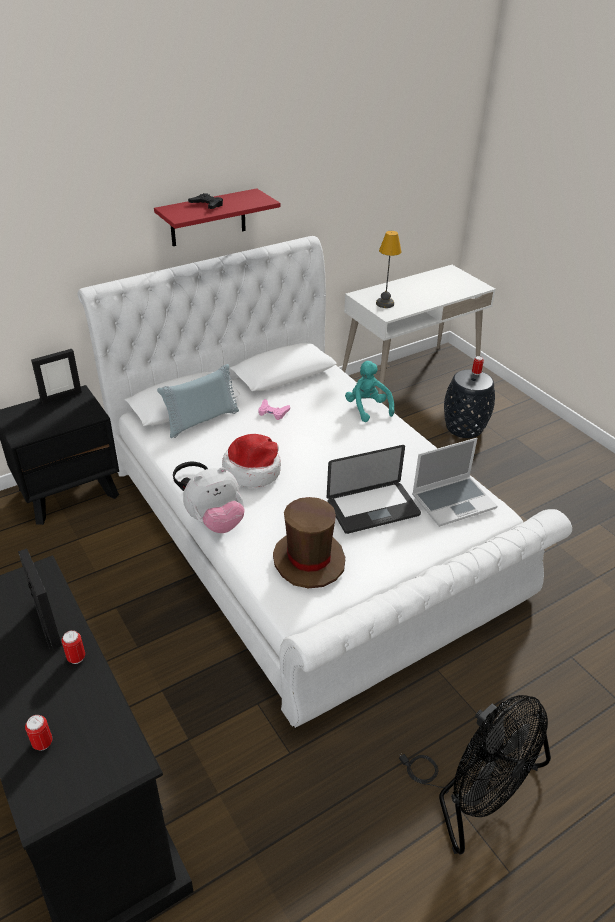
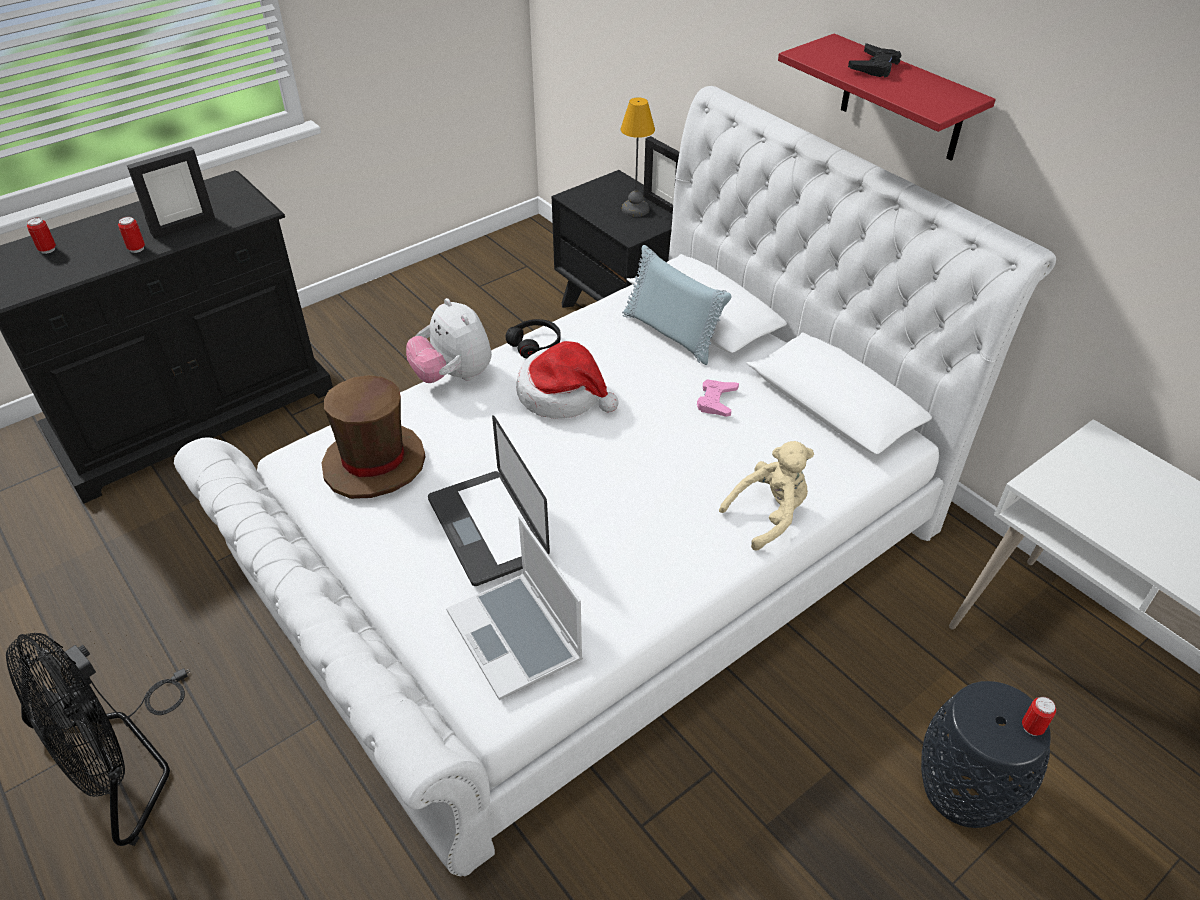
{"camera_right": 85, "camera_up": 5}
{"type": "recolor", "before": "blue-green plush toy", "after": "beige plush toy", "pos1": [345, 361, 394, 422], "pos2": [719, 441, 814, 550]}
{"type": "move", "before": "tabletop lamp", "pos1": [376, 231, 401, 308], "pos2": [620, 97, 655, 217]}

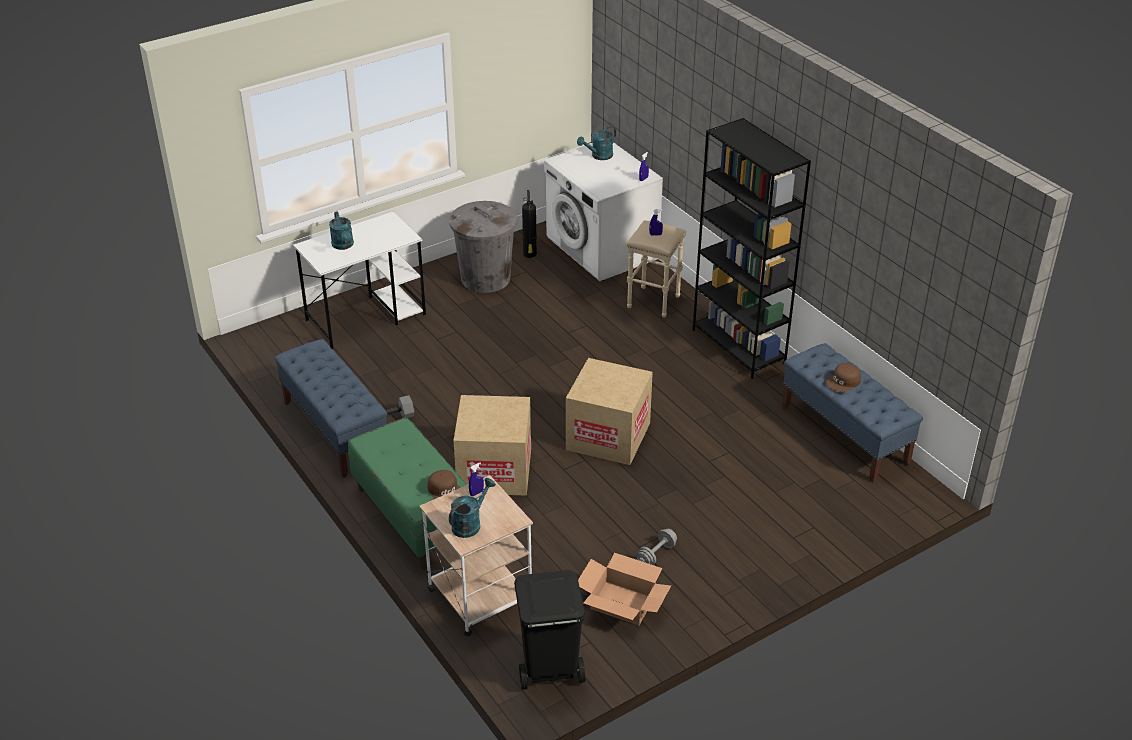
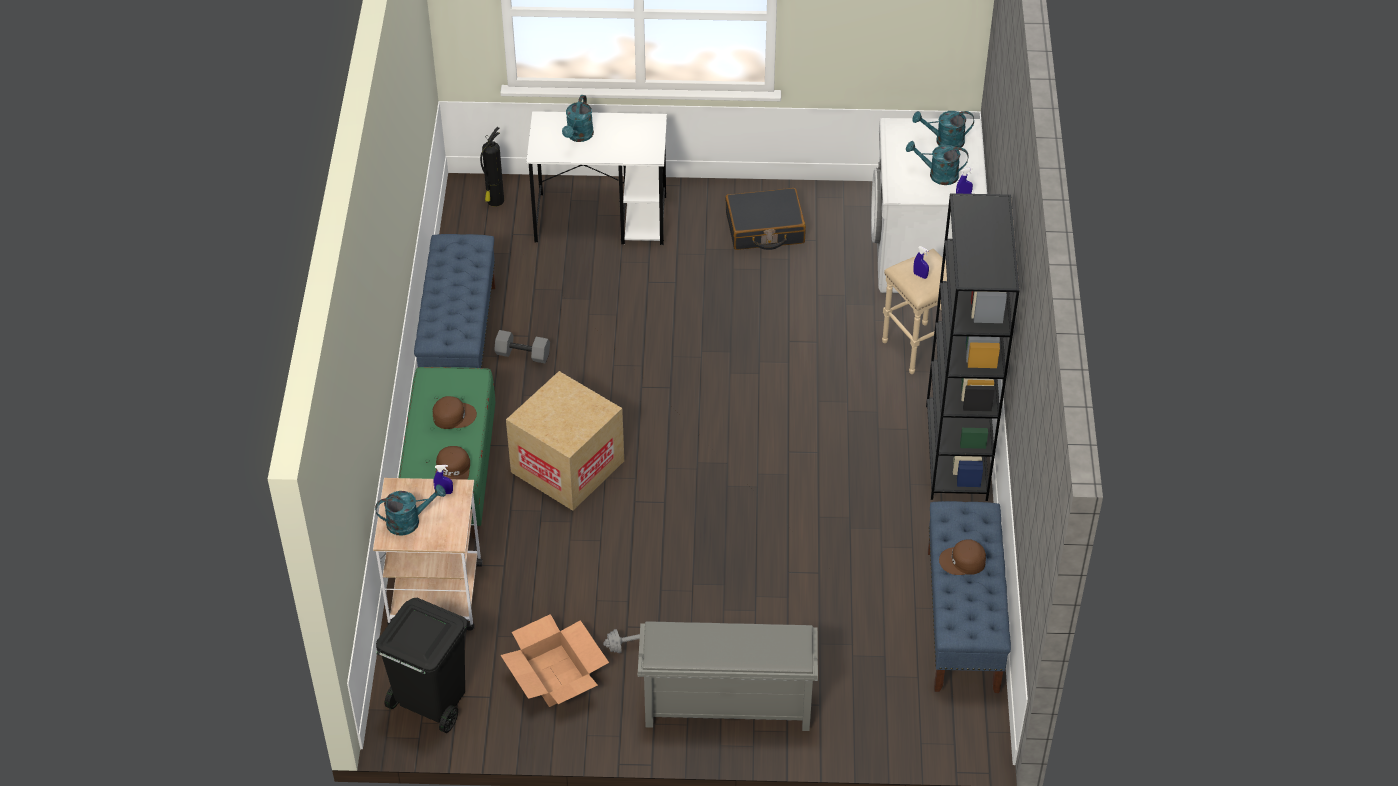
{"camera_right": 35, "camera_up": 10}
{"type": "replace", "before": "greyish trash can", "after": "blackish piece of luggage", "pos1": [449, 201, 517, 293], "pos2": [725, 188, 806, 250]}
{"type": "move", "before": "fire-fighting cylinder", "pos1": [522, 190, 537, 258], "pos2": [480, 127, 504, 207]}
{"type": "delete", "before": "cardboard box", "pos1": [566, 358, 653, 465]}
{"type": "insert", "after": "brownish peaked cap", "pos2": [433, 396, 477, 429]}
{"type": "insert", "after": "greyish shoe stand", "pos2": [638, 621, 818, 731]}
{"type": "insert", "after": "blue-green sprinkling can", "pos2": [906, 141, 968, 185]}

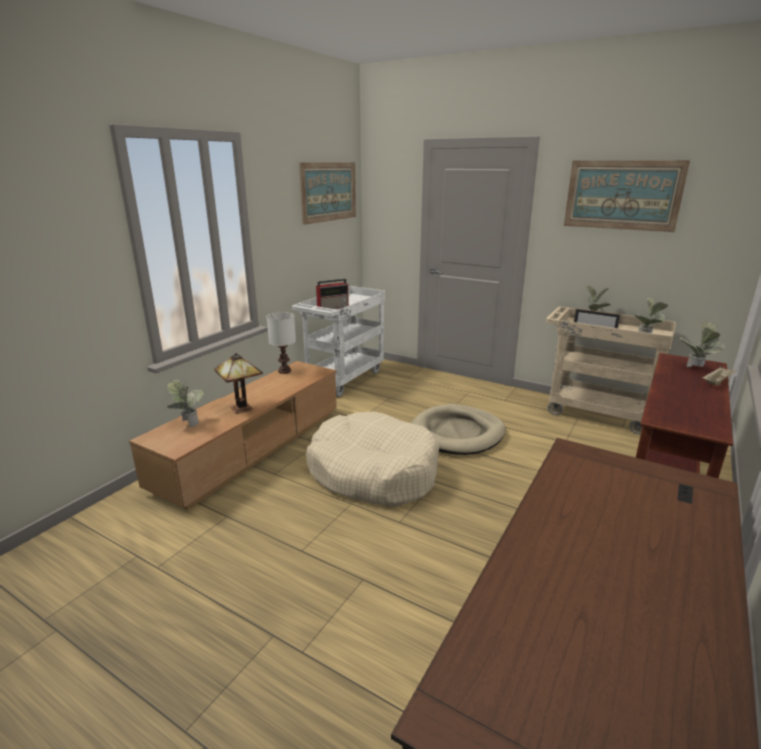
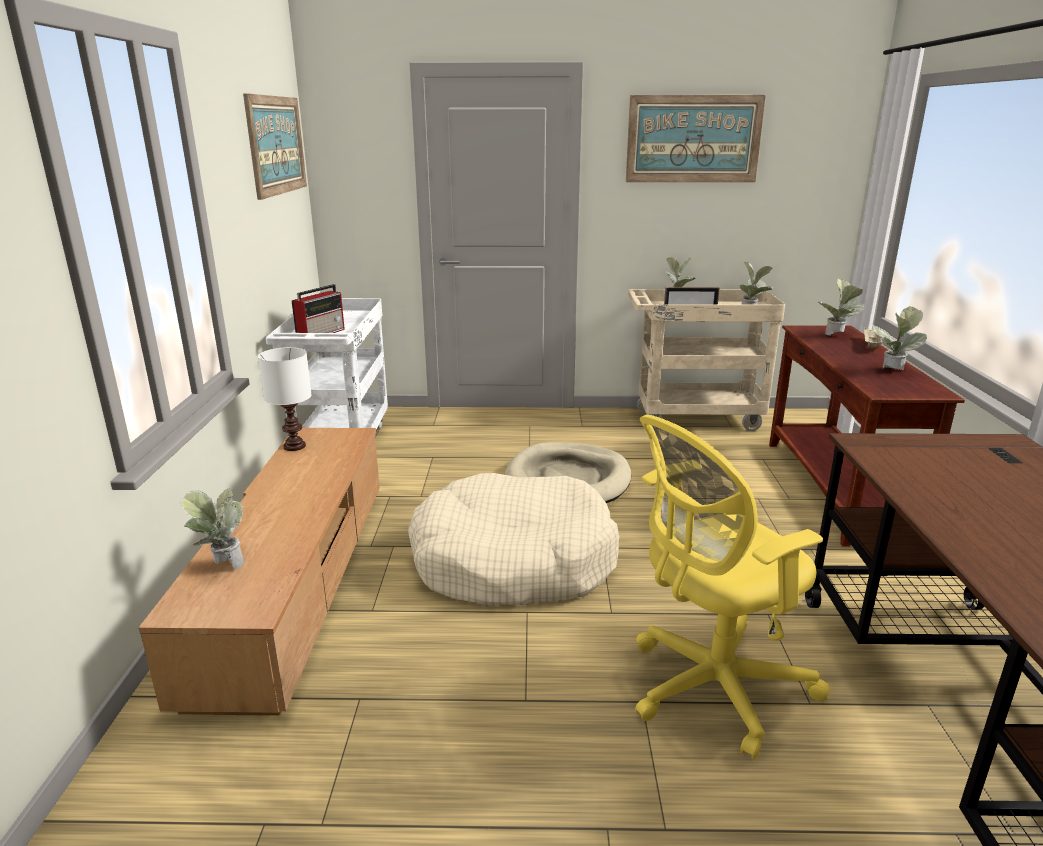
{"camera_right": -30, "camera_up": 0}
{"type": "delete", "before": "tabletop lamp", "pos1": [214, 353, 263, 414]}
{"type": "insert", "after": "yellow-coloured office chair", "pos2": [635, 415, 830, 759]}
{"type": "insert", "after": "houseplant", "pos2": [872, 307, 927, 370]}

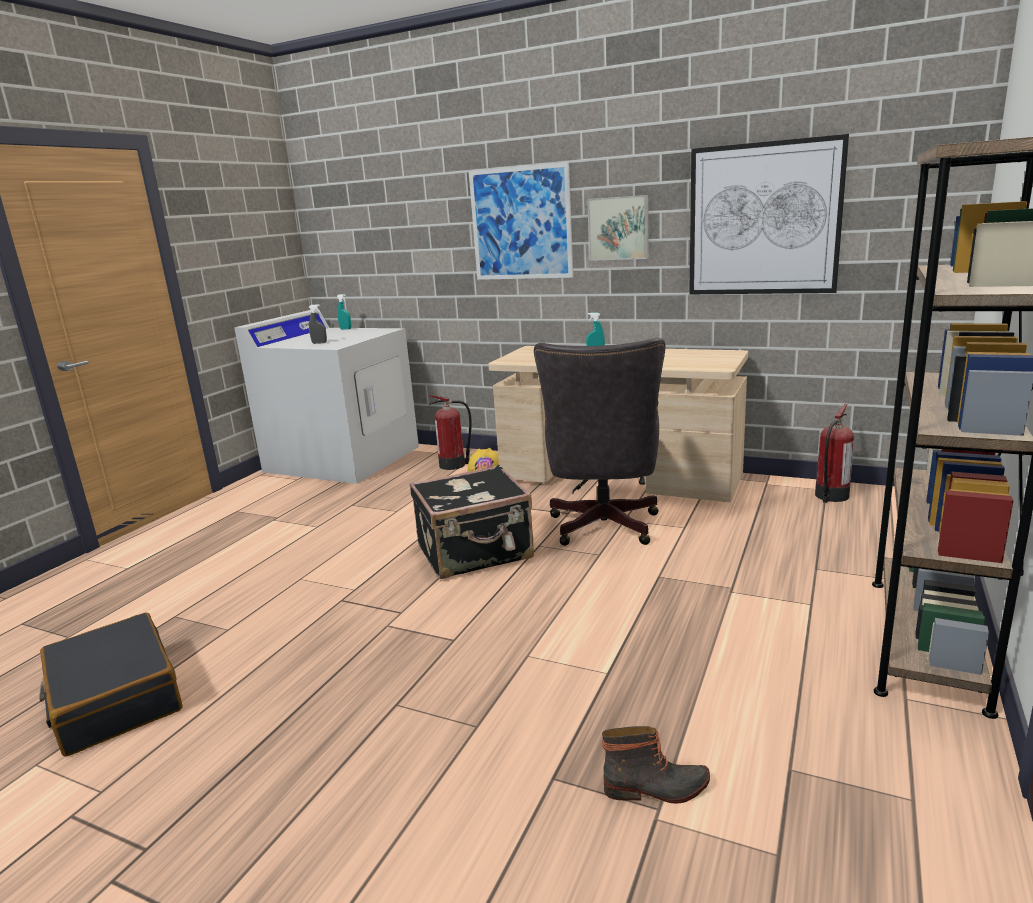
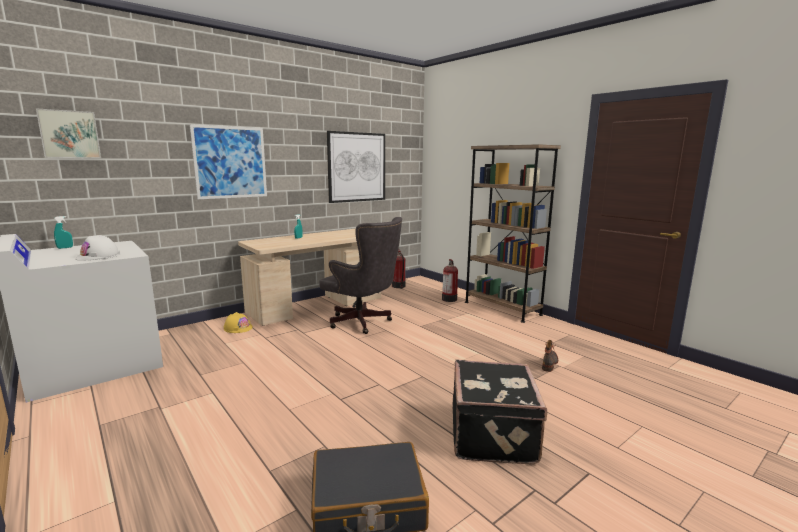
{"camera_right": -65, "camera_up": -5}
{"type": "replace", "before": "greyish sprayer", "after": "whitish hard hat", "pos1": [309, 304, 327, 344], "pos2": [75, 235, 120, 261]}
{"type": "move", "before": "blackish piece of luggage", "pos1": [409, 465, 534, 579], "pos2": [453, 360, 547, 465]}
{"type": "move", "before": "fire-fighting cylinder", "pos1": [429, 395, 472, 470], "pos2": [442, 259, 458, 302]}
{"type": "move", "before": "wall picture", "pos1": [587, 195, 649, 261], "pos2": [36, 108, 101, 158]}

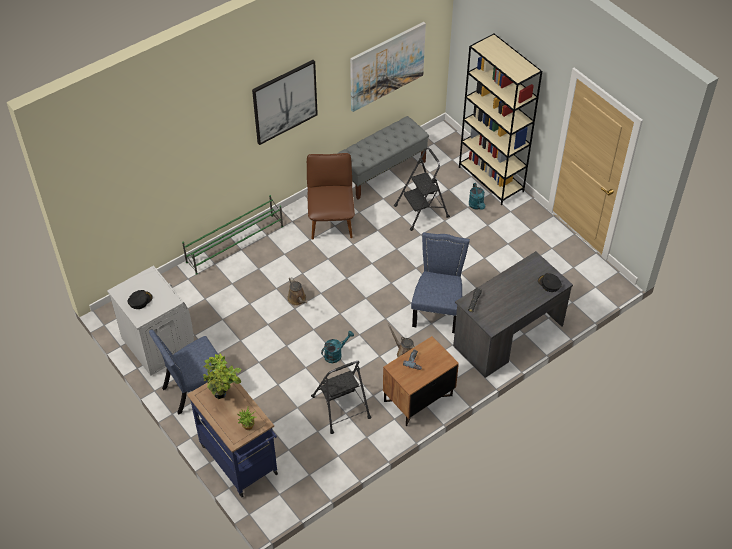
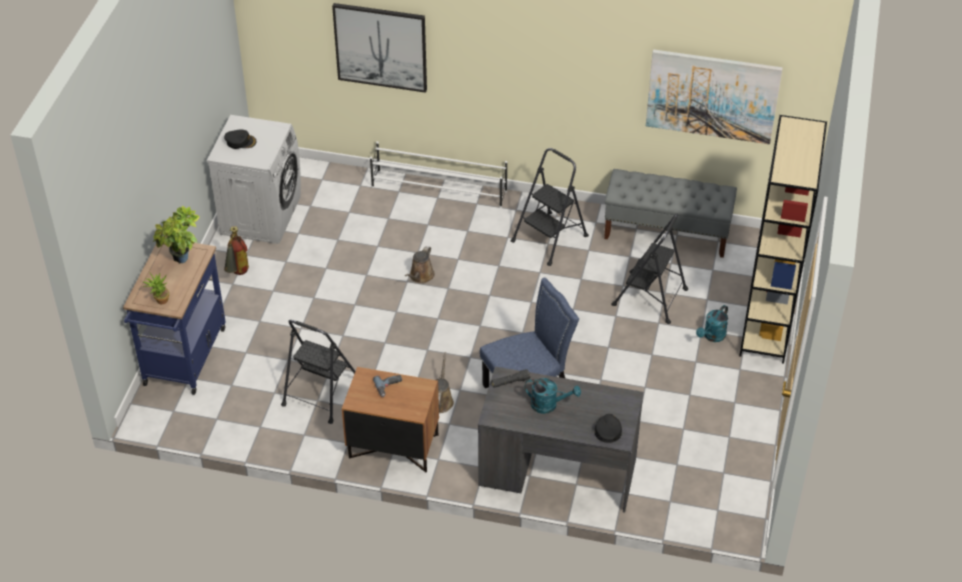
{"camera_right": 50, "camera_up": -5}
{"type": "replace", "before": "bluish plain chair", "after": "fire-fighting cylinder", "pos1": [149, 330, 227, 415], "pos2": [224, 226, 249, 275]}
{"type": "recolor", "before": "green-coloured shoe stand", "after": "whitish shoe stand", "pos1": [182, 195, 283, 275], "pos2": [370, 141, 507, 208]}
{"type": "move", "before": "wall picture", "pos1": [252, 60, 318, 145], "pos2": [332, 3, 427, 93]}
{"type": "replace", "before": "brownish plain chair", "after": "blackish stepladder", "pos1": [307, 153, 355, 240], "pos2": [511, 148, 589, 266]}
{"type": "move", "before": "blue-green sprinkling can", "pos1": [321, 331, 354, 363], "pos2": [524, 378, 581, 414]}

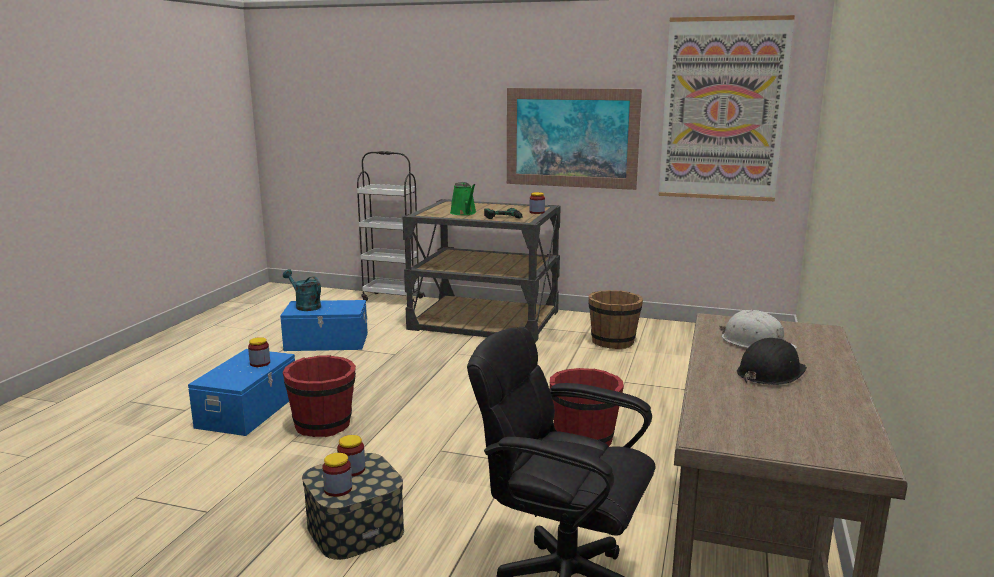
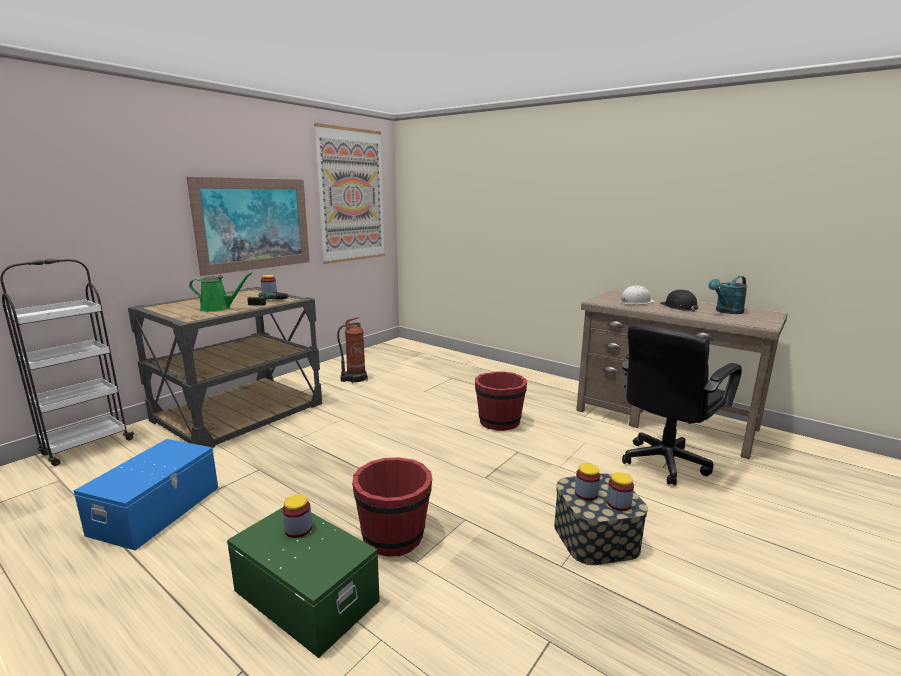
{"camera_right": -70, "camera_up": 0}
{"type": "recolor", "before": "bluish storage box", "after": "green-coloured storage box", "pos1": [188, 349, 295, 436], "pos2": [227, 507, 380, 658]}
{"type": "move", "before": "blue-green sprinkling can", "pos1": [283, 269, 321, 311], "pos2": [708, 276, 747, 314]}
{"type": "replace", "before": "brownish pail", "after": "fire-fighting cylinder", "pos1": [588, 290, 643, 349], "pos2": [337, 317, 368, 383]}

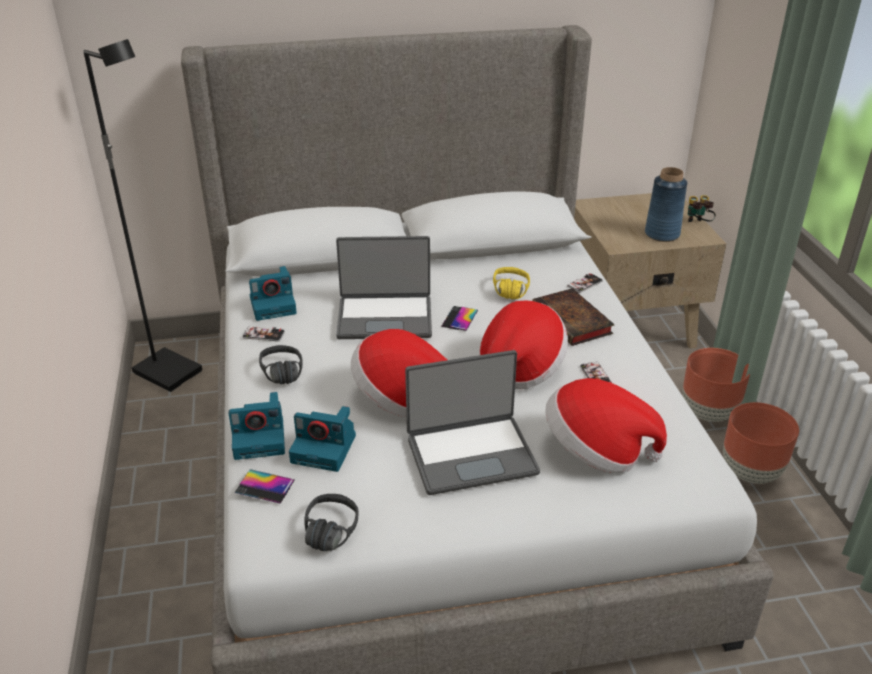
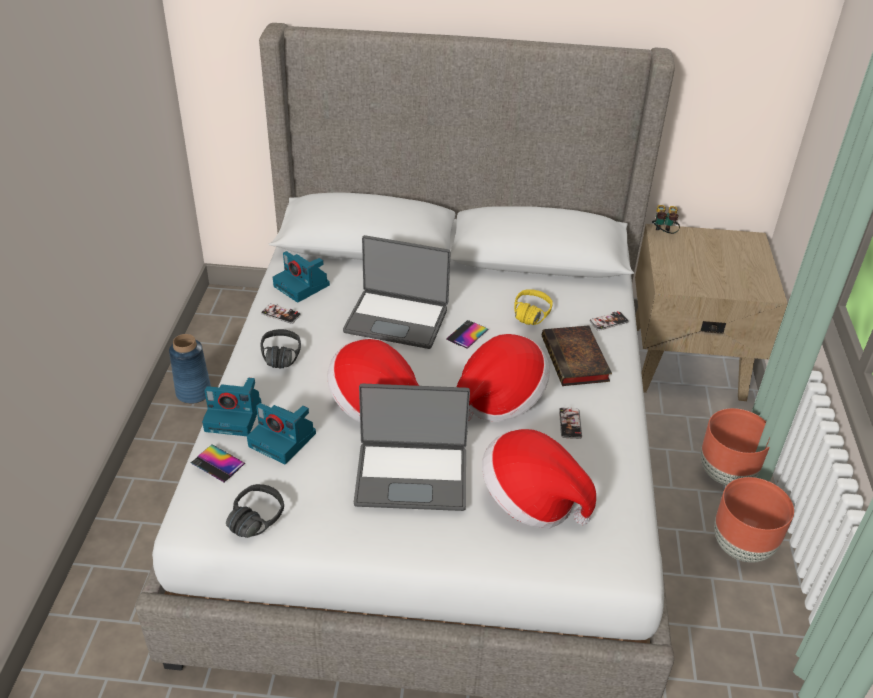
{"camera_right": 15, "camera_up": 5}
{"type": "delete", "before": "blackish standard lamp", "pos1": [83, 39, 202, 392]}
{"type": "rotate", "before": "photo camera", "pos1": [249, 266, 297, 321], "pos2": [273, 251, 330, 303], "turn": 45}
{"type": "move", "before": "bluish flower vase", "pos1": [645, 167, 687, 242], "pos2": [169, 334, 211, 404]}
{"type": "move", "before": "pair of binoculars", "pos1": [688, 195, 716, 222], "pos2": [652, 205, 680, 234]}

